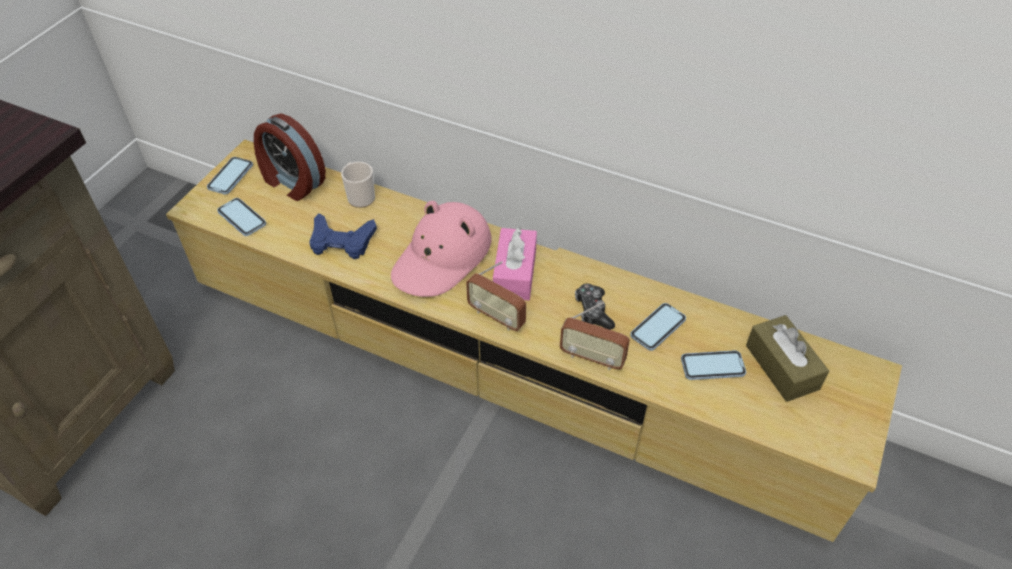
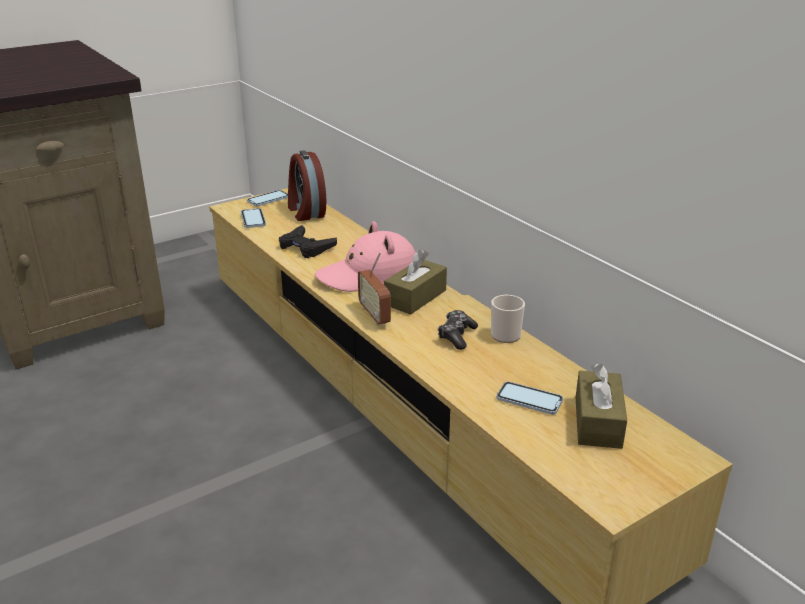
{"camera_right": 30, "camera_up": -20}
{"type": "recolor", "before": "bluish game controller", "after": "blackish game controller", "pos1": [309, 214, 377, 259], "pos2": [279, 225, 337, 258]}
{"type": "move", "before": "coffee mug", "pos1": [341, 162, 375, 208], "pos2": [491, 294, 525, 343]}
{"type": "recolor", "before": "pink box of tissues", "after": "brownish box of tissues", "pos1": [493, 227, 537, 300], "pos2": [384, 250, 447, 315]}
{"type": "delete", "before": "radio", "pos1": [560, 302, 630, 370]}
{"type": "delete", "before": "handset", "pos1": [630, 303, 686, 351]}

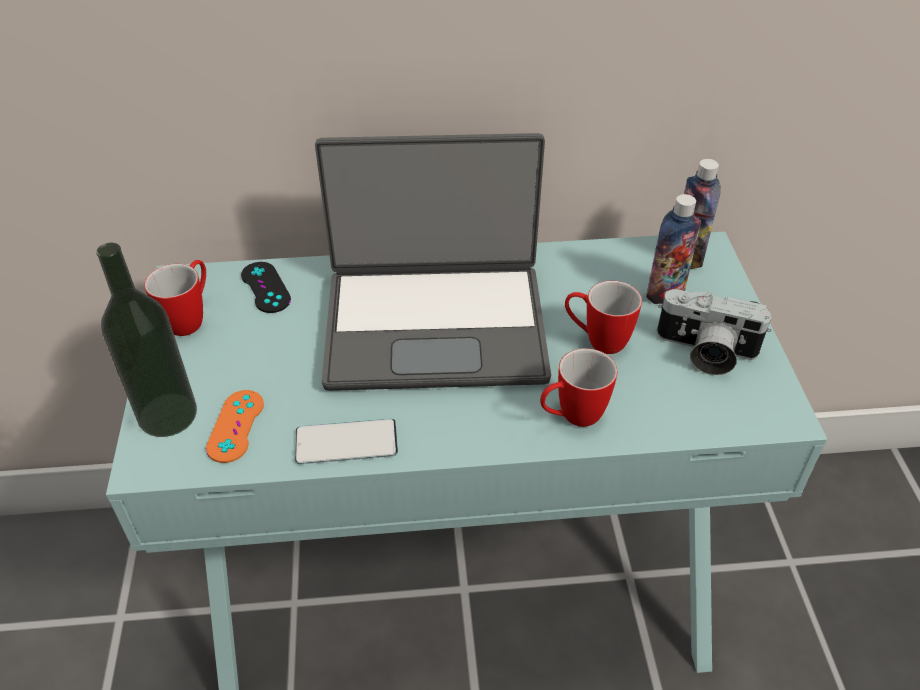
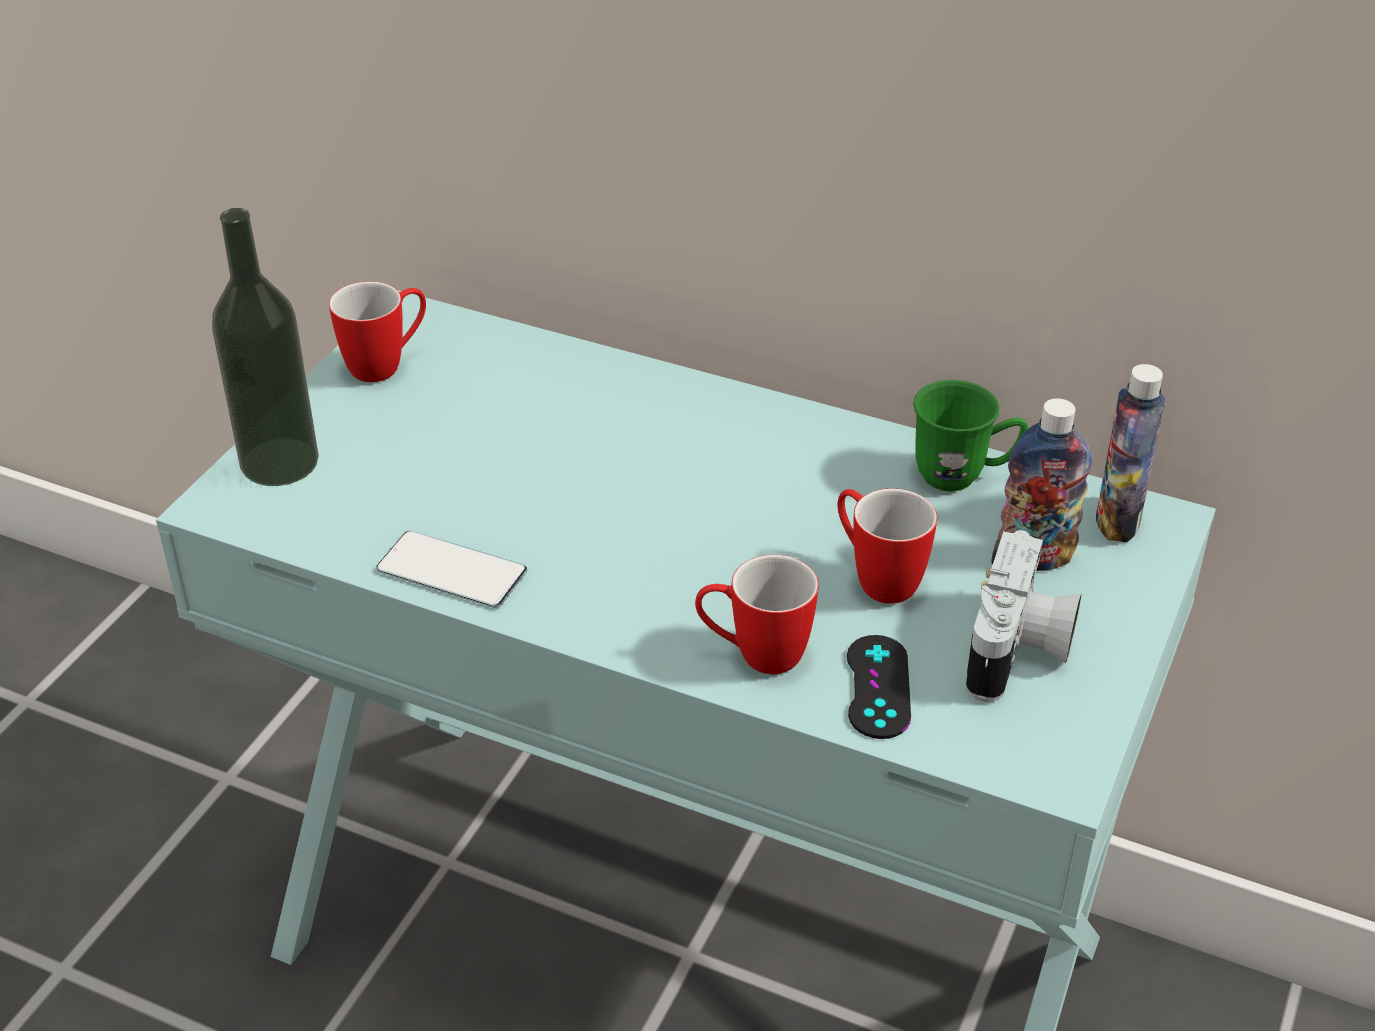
{"camera_right": 30, "camera_up": -5}
{"type": "delete", "before": "orange-coloured game controller", "pos1": [206, 390, 264, 463]}
{"type": "move", "before": "blackish game controller", "pos1": [241, 262, 291, 313], "pos2": [847, 635, 911, 739]}
{"type": "delete", "before": "portable computer", "pos1": [315, 133, 551, 391]}
{"type": "rotate", "before": "photo camera", "pos1": [656, 289, 771, 375], "pos2": [965, 530, 1081, 702], "turn": -120}
{"type": "insert", "after": "green-coloured coffee mug", "pos2": [913, 380, 1029, 491]}

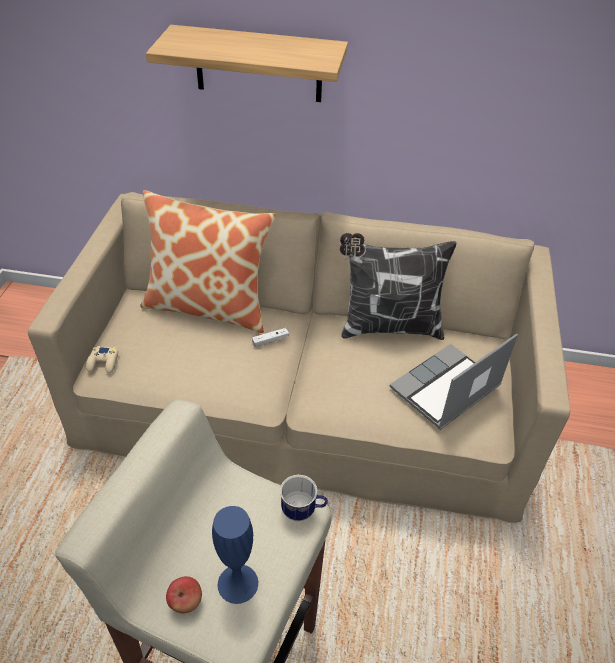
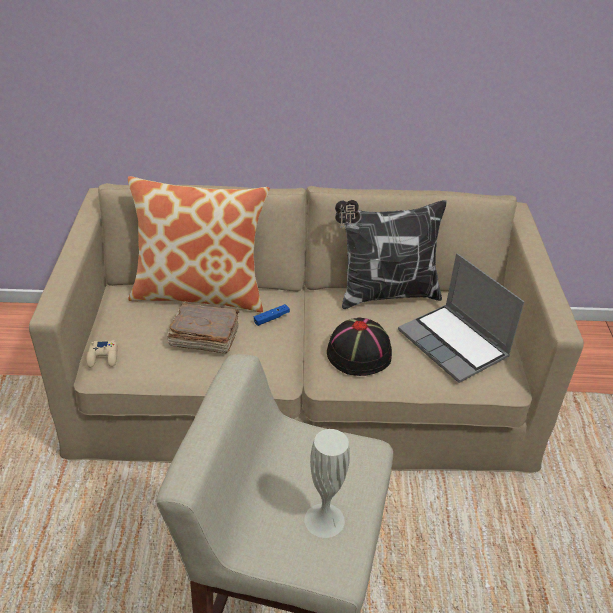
{"camera_right": -10, "camera_up": -5}
{"type": "delete", "before": "wall shelf", "pos1": [146, 25, 348, 102]}
{"type": "delete", "before": "apple fruit", "pos1": [166, 576, 202, 613]}
{"type": "recolor", "before": "bluish flower vase", "after": "whitish flower vase", "pos1": [212, 506, 258, 604], "pos2": [305, 429, 350, 538]}
{"type": "recolor", "before": "whitish game controller", "after": "bluish game controller", "pos1": [252, 328, 289, 347], "pos2": [254, 304, 290, 326]}
{"type": "delete", "before": "coffee mug", "pos1": [280, 475, 328, 522]}
{"type": "rotate", "before": "portable computer", "pos1": [389, 333, 518, 430], "pos2": [398, 253, 525, 383], "turn": -75}
{"type": "insert", "after": "brownish bound book", "pos2": [167, 303, 239, 353]}
{"type": "insert", "after": "blackish hat", "pos2": [327, 317, 392, 376]}

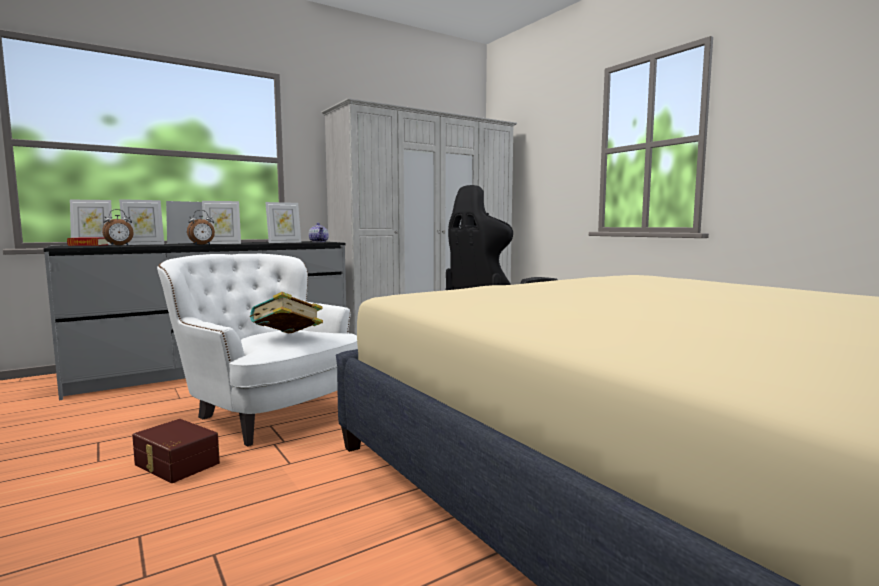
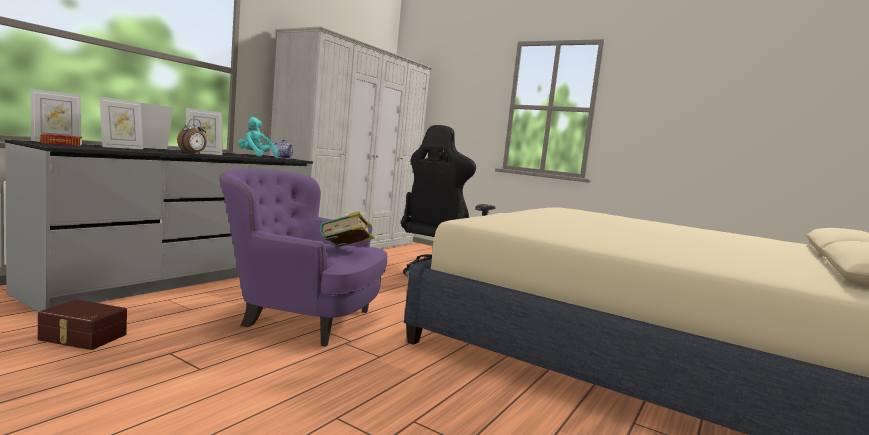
{"camera_right": -25, "camera_up": 0}
{"type": "delete", "before": "alarm clock", "pos1": [102, 209, 134, 246]}
{"type": "move", "before": "brownish storage box", "pos1": [132, 419, 220, 483], "pos2": [38, 300, 127, 350]}
{"type": "recolor", "before": "whitish easy chair", "after": "purple easy chair", "pos1": [157, 253, 358, 446], "pos2": [219, 168, 387, 347]}
{"type": "replace", "before": "standing frame", "after": "blue-green plush toy", "pos1": [265, 202, 301, 243], "pos2": [238, 117, 280, 159]}

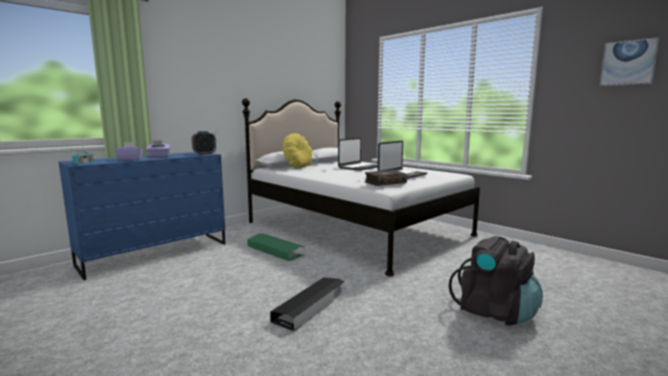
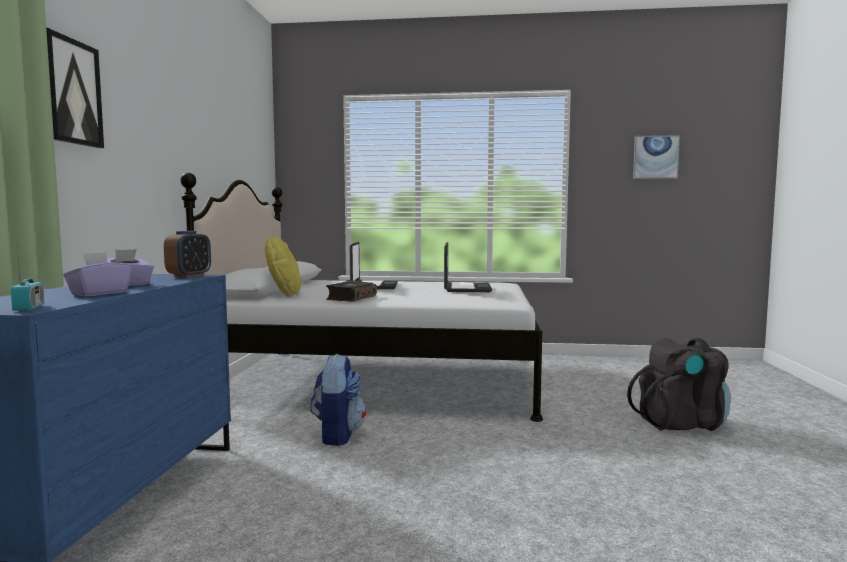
{"camera_right": -40, "camera_up": -5}
{"type": "replace", "before": "green-coloured storage box", "after": "backpack", "pos1": [248, 233, 304, 261], "pos2": [310, 354, 366, 446]}
{"type": "delete", "before": "blackish storage box", "pos1": [270, 277, 345, 332]}
{"type": "move", "before": "bound book", "pos1": [365, 170, 408, 186], "pos2": [326, 280, 377, 302]}
{"type": "insert", "after": "wall picture", "pos2": [46, 28, 104, 148]}

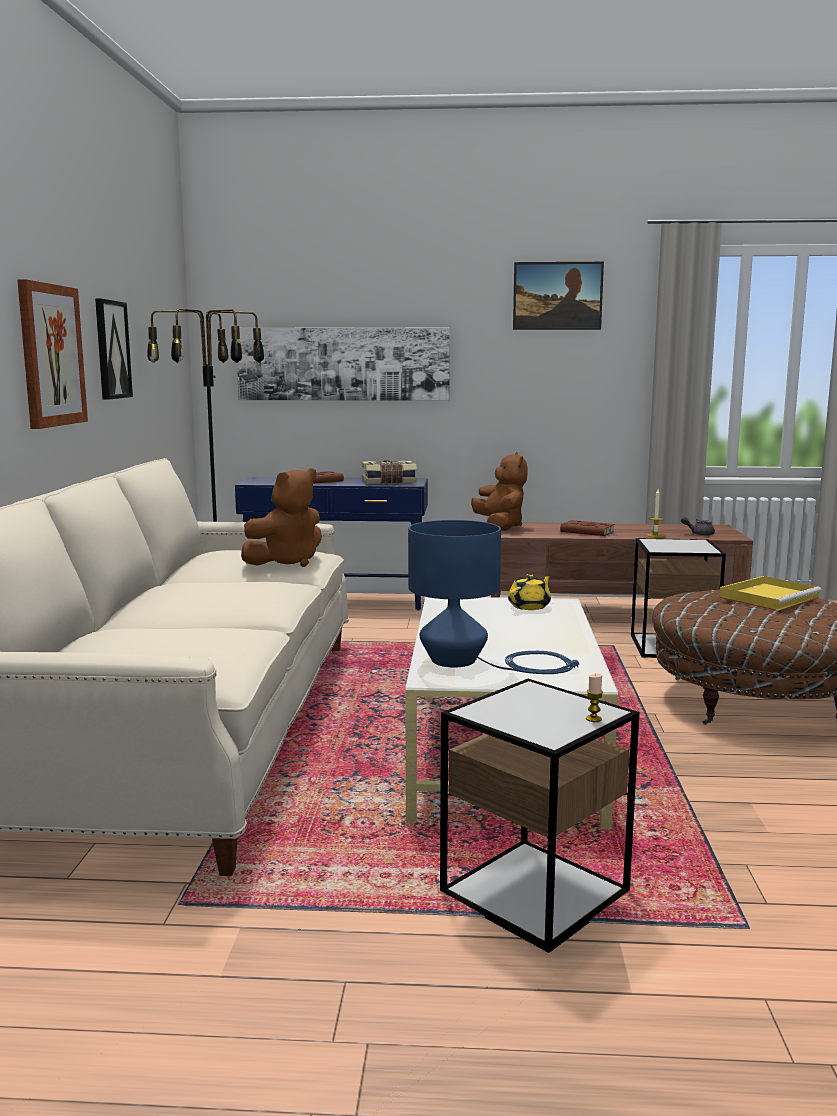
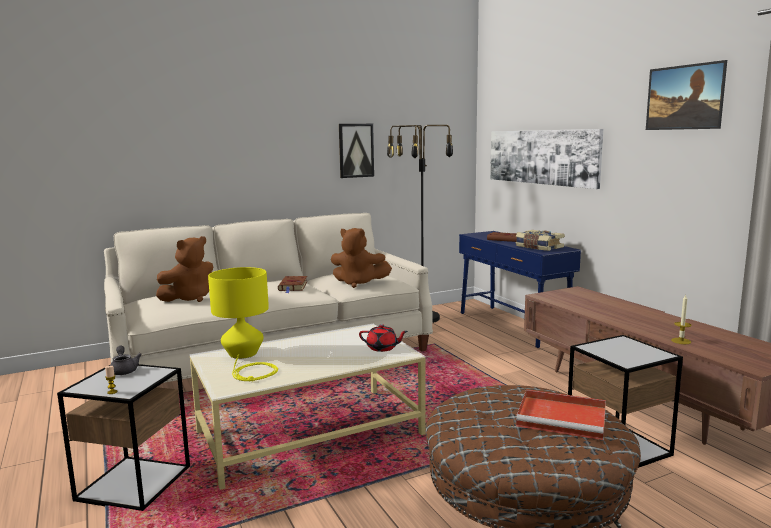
{"camera_right": 60, "camera_up": 0}
{"type": "delete", "before": "wall picture", "pos1": [17, 279, 88, 429]}
{"type": "recolor", "before": "bluish tabletop lamp", "after": "yellow-coloured tabletop lamp", "pos1": [408, 520, 579, 674], "pos2": [208, 267, 278, 382]}
{"type": "move", "before": "brownish plush toy", "pos1": [471, 452, 527, 531], "pos2": [156, 236, 213, 302]}
{"type": "recolor", "before": "yellow-coloured pot for tea", "after": "reddish pot for tea", "pos1": [508, 574, 551, 610], "pos2": [359, 324, 408, 352]}
{"type": "move", "before": "brownish bound book", "pos1": [560, 520, 617, 536], "pos2": [278, 276, 307, 293]}
{"type": "move", "before": "greyish pot for tea", "pos1": [681, 517, 715, 536], "pos2": [110, 346, 142, 375]}
{"type": "recolor", "before": "yellow-coloured serving tray", "after": "reddish serving tray", "pos1": [719, 576, 822, 611], "pos2": [516, 389, 606, 440]}

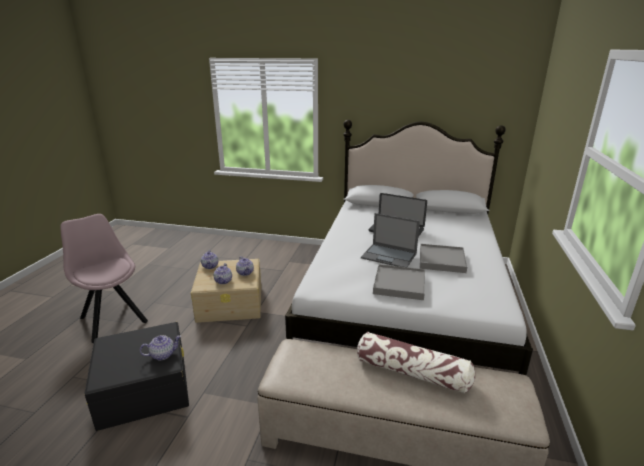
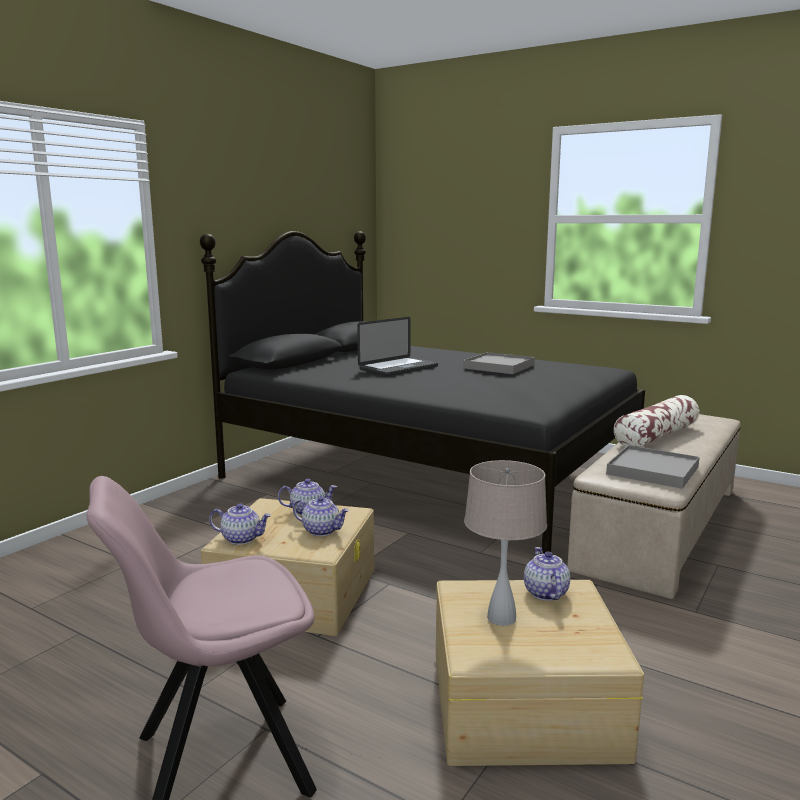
{"camera_right": -70, "camera_up": -10}
{"type": "recolor", "before": "blackish storage box", "after": "beige storage box", "pos1": [84, 322, 189, 431], "pos2": [436, 580, 644, 766]}
{"type": "recolor", "before": "whitish sleeping bed", "after": "blackish sleeping bed", "pos1": [285, 120, 533, 375], "pos2": [200, 231, 645, 554]}
{"type": "delete", "before": "portable computer", "pos1": [361, 213, 420, 267]}
{"type": "move", "before": "greyish serving tray", "pos1": [373, 264, 425, 300], "pos2": [606, 445, 700, 489]}
{"type": "insert", "after": "beige tabletop lamp", "pos2": [464, 460, 547, 626]}

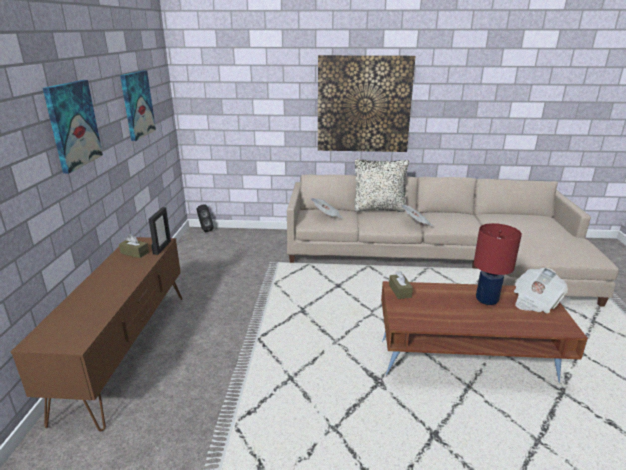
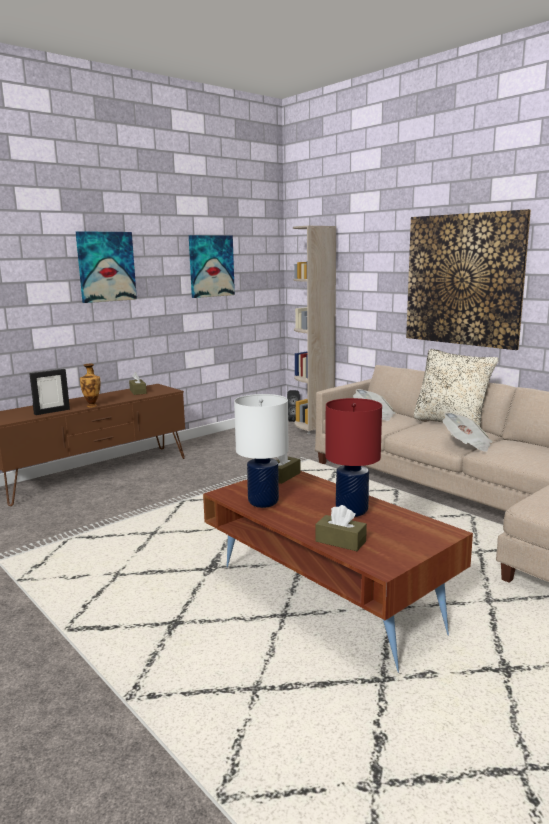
{"camera_right": 45, "camera_up": -10}
{"type": "move", "before": "standing frame", "pos1": [148, 207, 171, 255], "pos2": [29, 369, 70, 415]}
{"type": "delete", "before": "newspaper", "pos1": [514, 268, 568, 313]}
{"type": "insert", "after": "flower vase", "pos2": [80, 364, 100, 407]}
{"type": "insert", "after": "whitish tabletop lamp", "pos2": [234, 394, 289, 508]}
{"type": "insert", "after": "beige shelving unit", "pos2": [293, 226, 336, 434]}
{"type": "insert", "after": "brownish box of tissues", "pos2": [316, 505, 367, 551]}

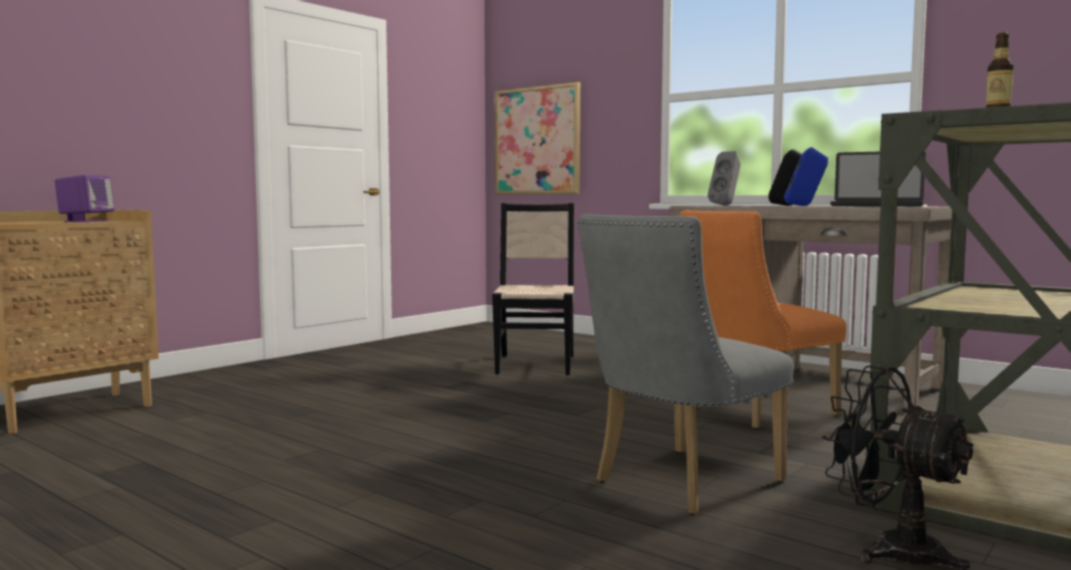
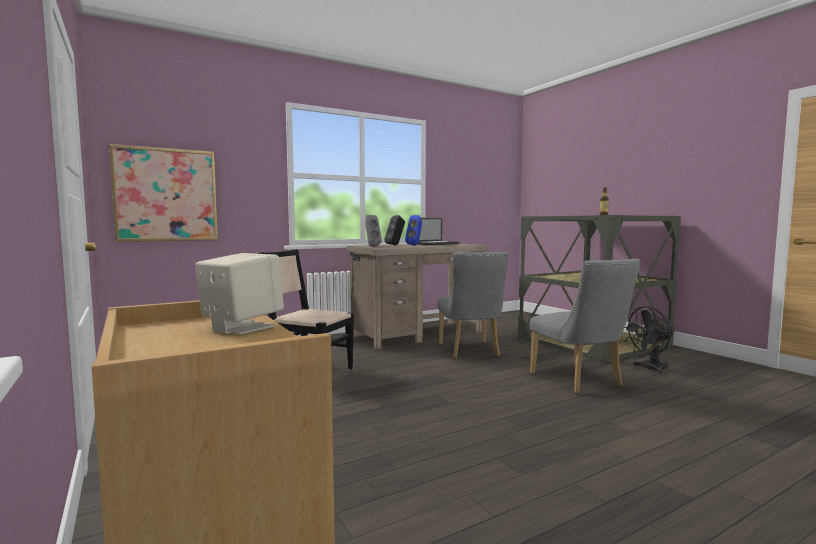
{"camera_right": -70, "camera_up": 0}
{"type": "recolor", "before": "purple loudspeaker", "after": "beige loudspeaker", "pos1": [55, 175, 115, 222], "pos2": [195, 253, 284, 334]}
{"type": "recolor", "before": "orange-coloured plain chair", "after": "greyish plain chair", "pos1": [679, 210, 847, 429], "pos2": [438, 252, 509, 358]}

